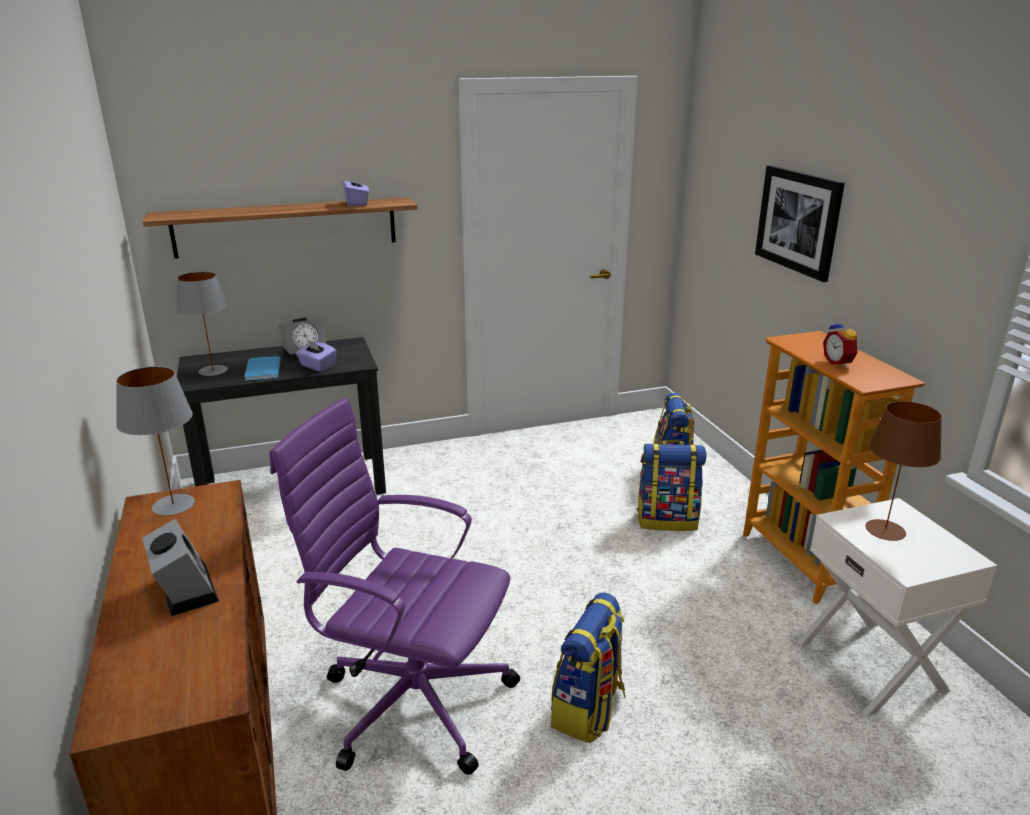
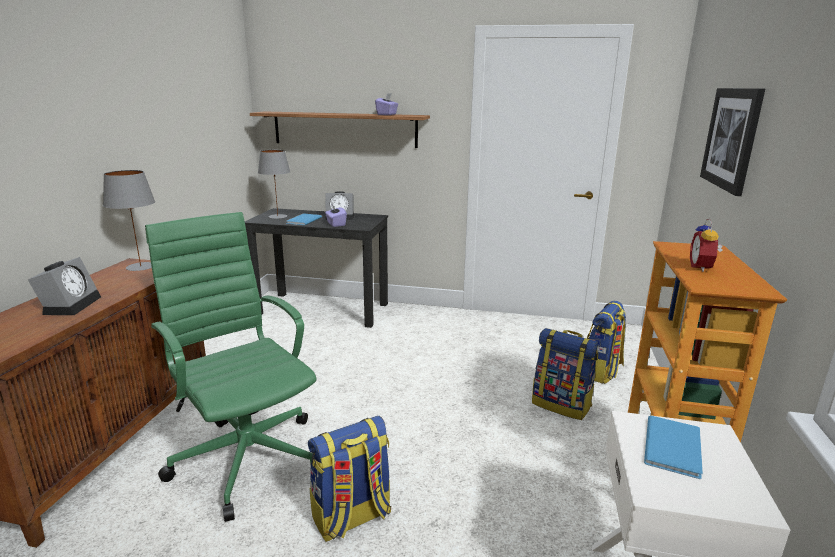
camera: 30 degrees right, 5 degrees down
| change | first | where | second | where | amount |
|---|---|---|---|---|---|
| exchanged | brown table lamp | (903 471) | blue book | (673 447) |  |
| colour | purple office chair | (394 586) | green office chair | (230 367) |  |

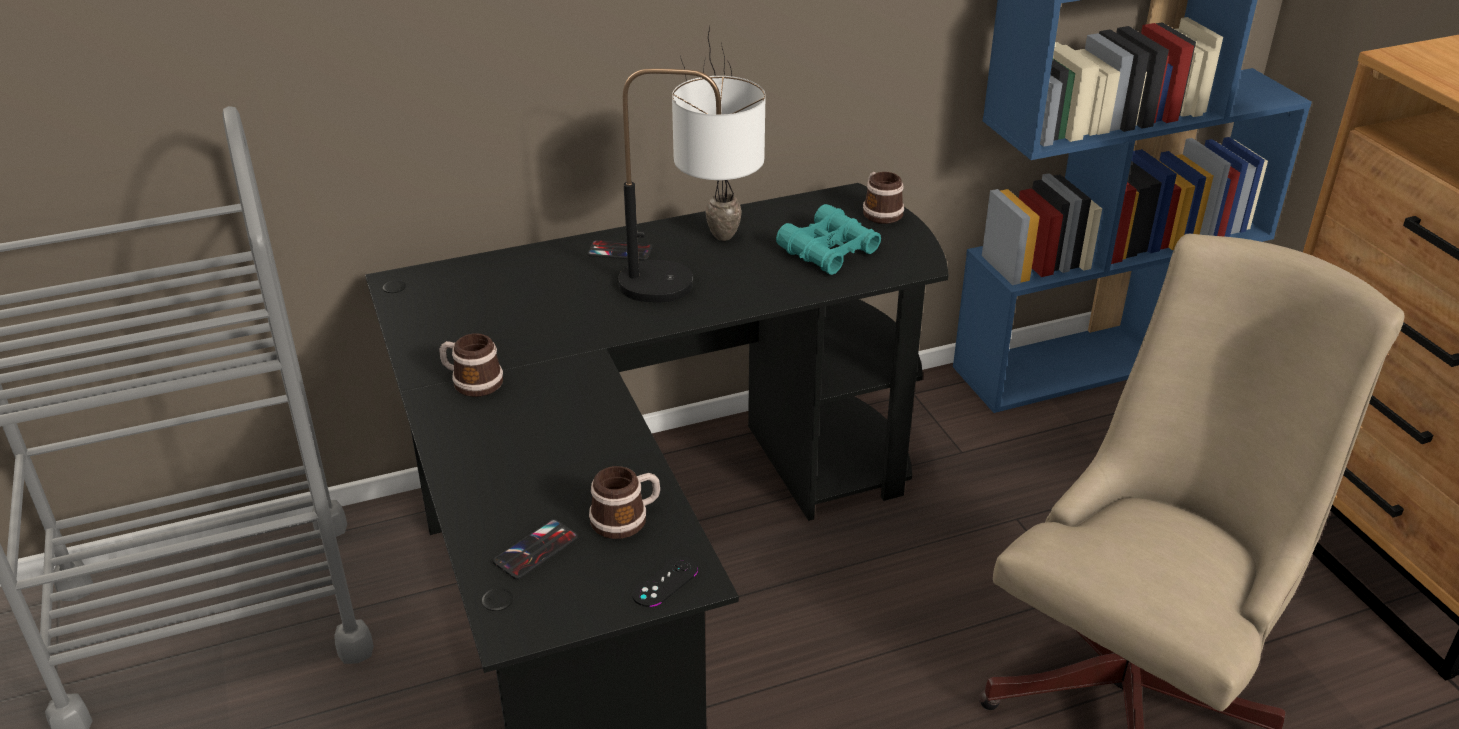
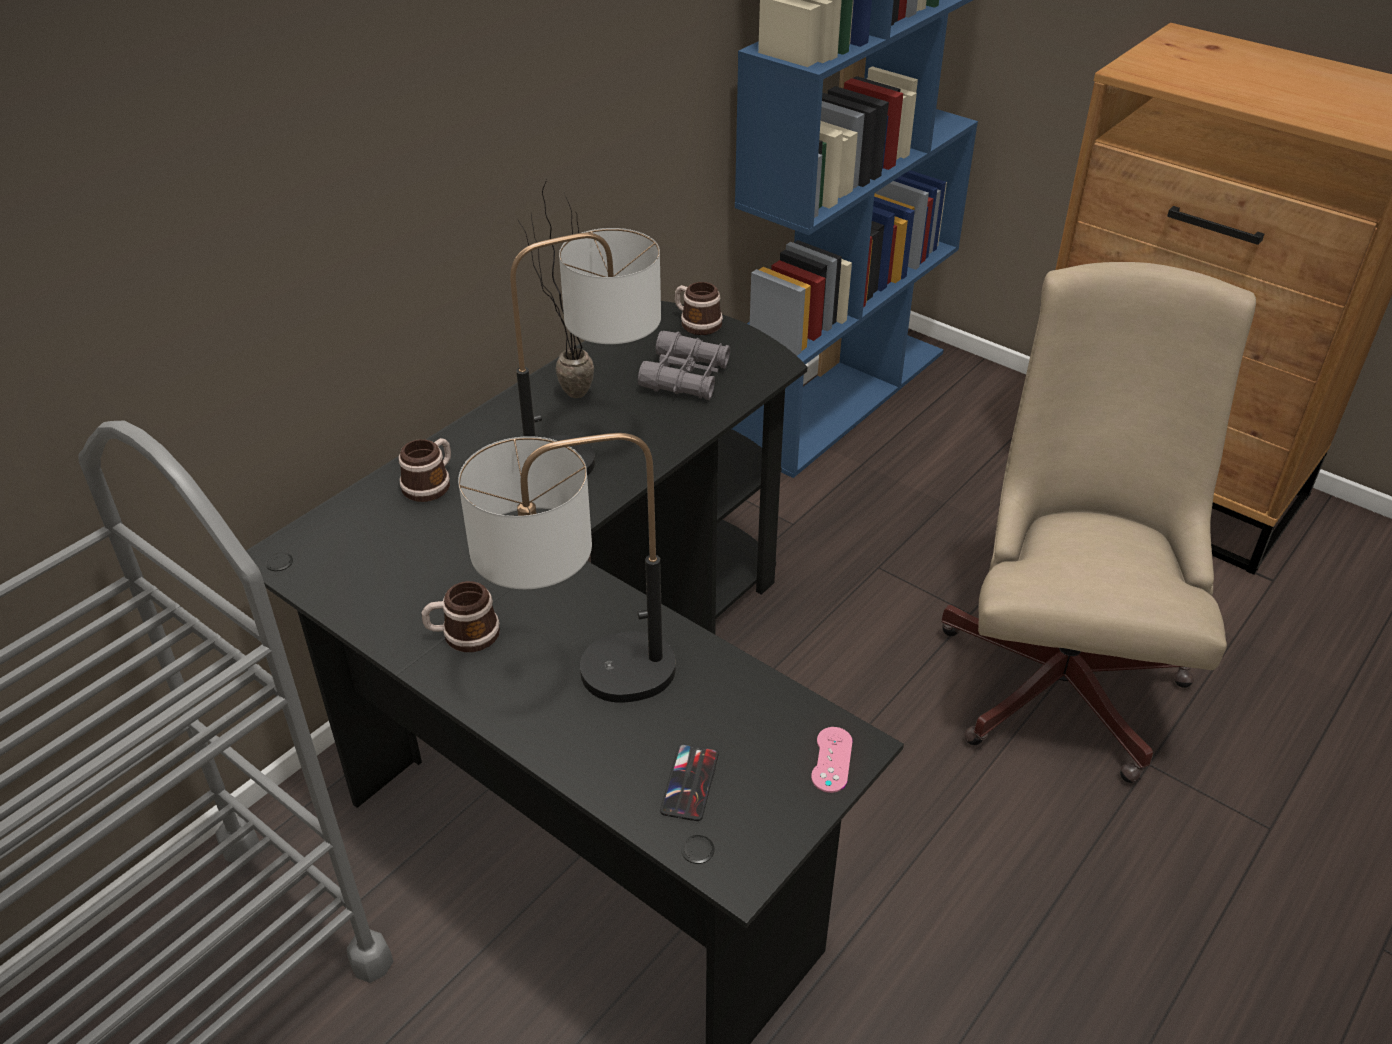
camera: 30 degrees left, 5 degrees up
| change | first | where | second | where | amount |
|---|---|---|---|---|---|
| missing | phone | (620 250) |  |  |  |
| appeared |  |  | table lamp | (567 568) |  |
| relocated | mug | (624 502) |  | (425 470) |  |
| colour | black game controller | (665 581) | pink game controller | (832 760) |  |
| colour | turquoise binoculars | (828 239) | grey binoculars | (684 365) |  |

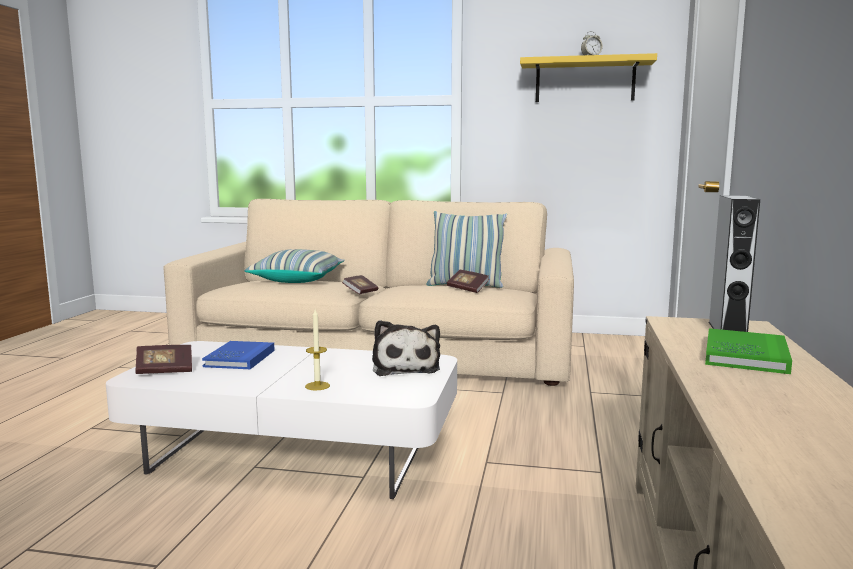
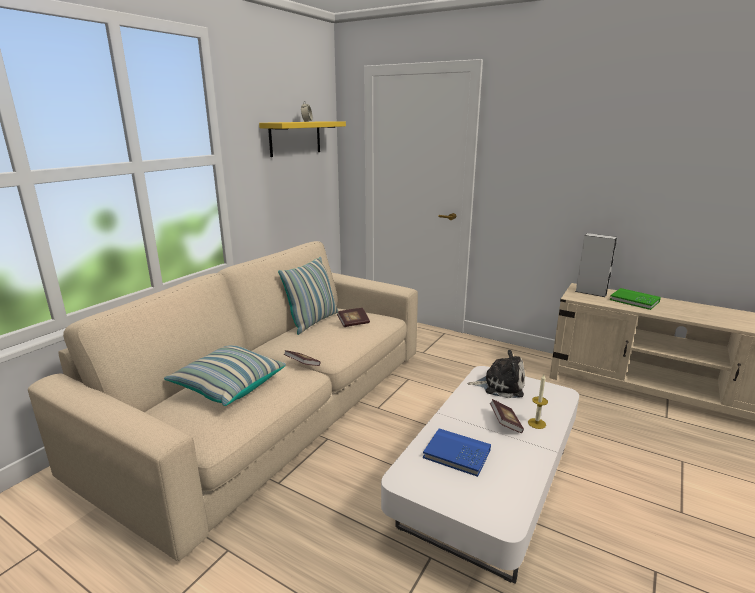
camera: 70 degrees left, 10 degrees up
| change | first | where | second | where | amount |
|---|---|---|---|---|---|
| relocated | book | (163 359) |  | (507 416) |  |

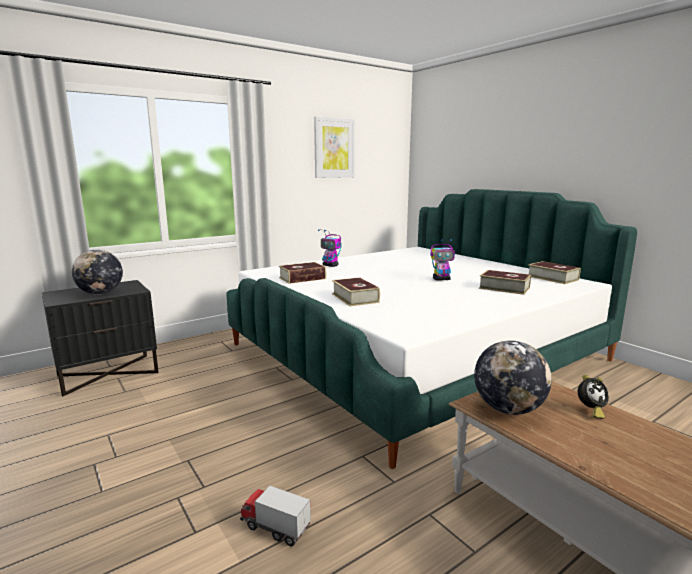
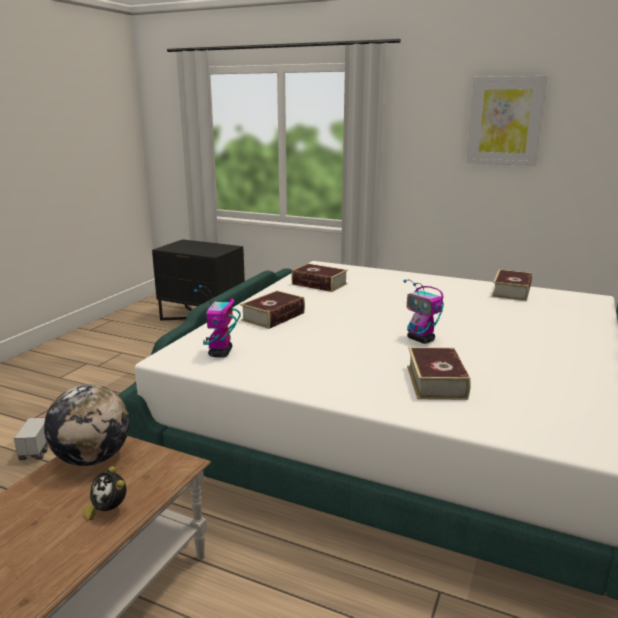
camera: 60 degrees right, 5 degrees up
| change | first | where | second | where | amount |
|---|---|---|---|---|---|
| missing | globe | (97 272) |  |  |  |
| relocated | toy robot | (330 248) |  | (217 321) |  |
| relocated | book | (554 272) |  | (512 285) |  |

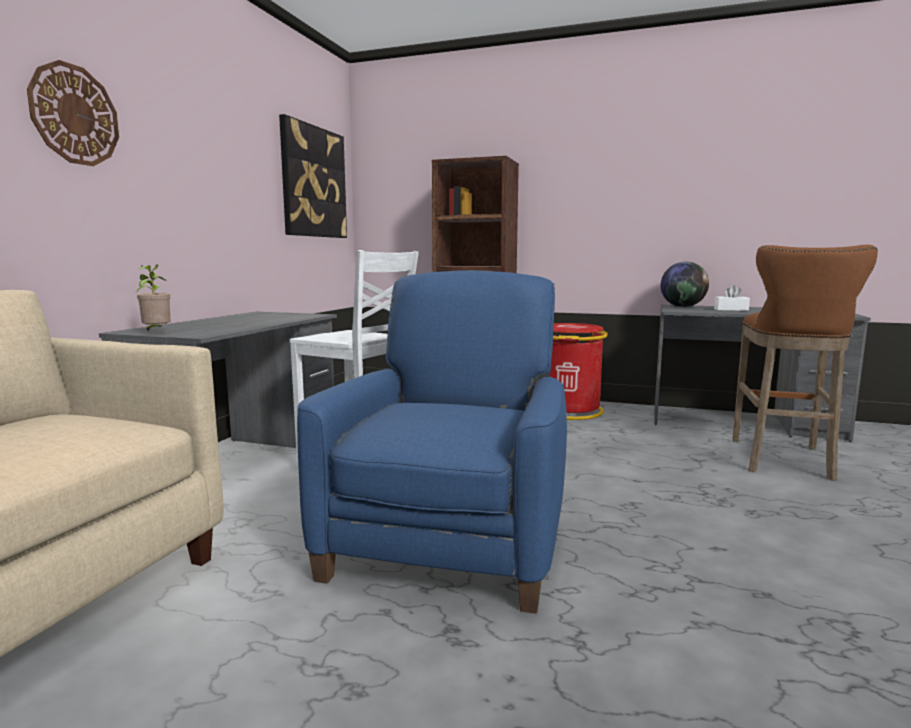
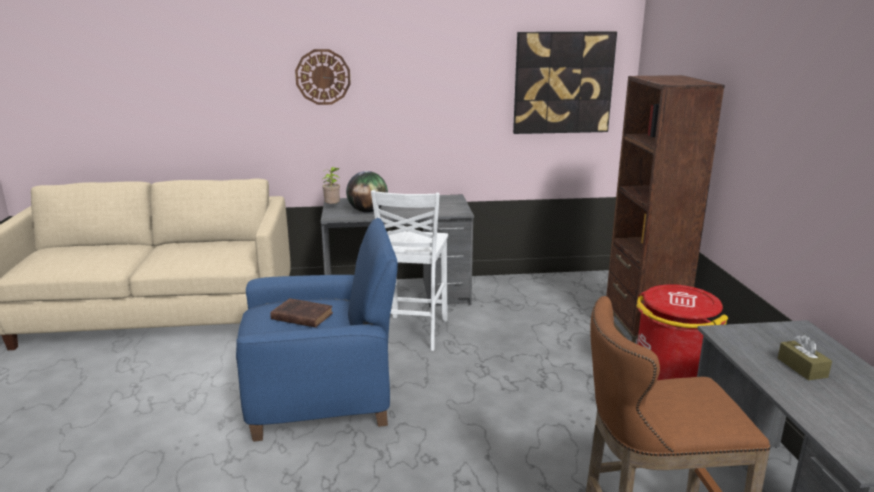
camera: 65 degrees right, 10 degrees up
| change | first | where | second | where | amount |
|---|---|---|---|---|---|
| appeared |  |  | brown book | (301 313) |  |
| relocated | globe | (685 284) |  | (367 191) |  |
| colour | white tissue box | (732 298) | brown tissue box | (805 357) |  |

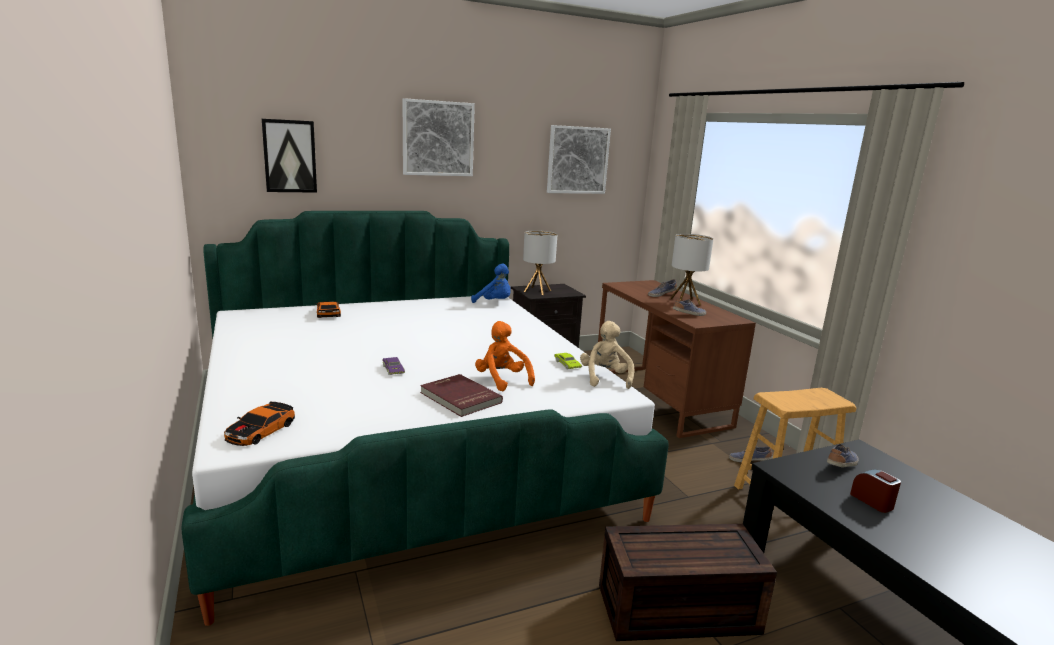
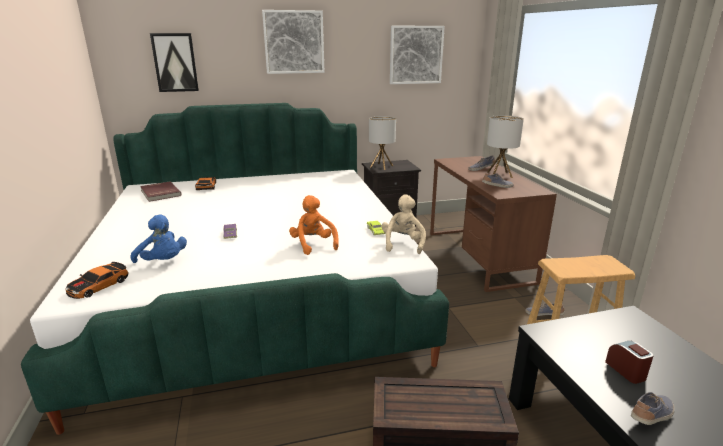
camera: 10 degrees right, 5 degrees up
| change | first | where | second | where | amount |
|---|---|---|---|---|---|
| relocated | red book | (461 395) |  | (160 191) |  |
| relocated | blue plush toy | (491 283) |  | (159 238) |  |
| relocated | shoe | (842 456) |  | (653 408) |  |

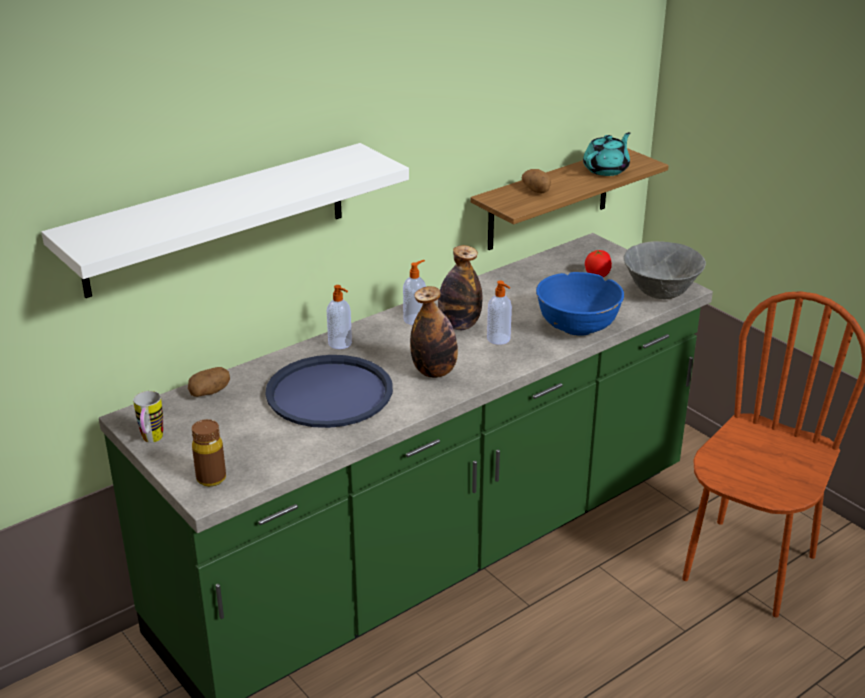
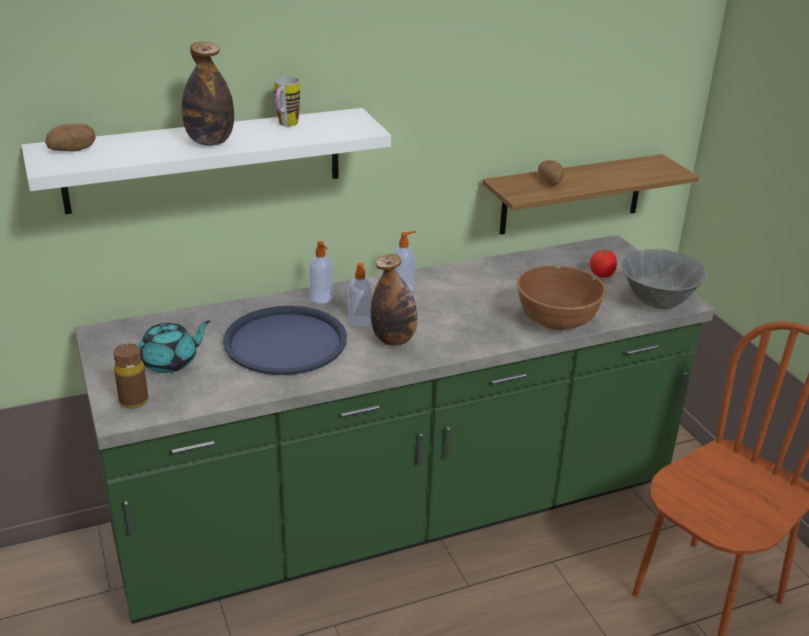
camera: 15 degrees right, 0 degrees up
| change | first | where | second | where | amount |
|---|---|---|---|---|---|
| relocated | mug | (148 417) |  | (287 102) |  |
| relocated | potato | (209 382) |  | (70 137) |  |
| relocated | bottle | (460 287) |  | (208 94) |  |
| relocated | soap dispenser | (499 313) |  | (360 295) |  |
| relocated | turquoise teapot | (606 154) |  | (173 346) |  |
| colour | blue bowl | (580 304) | brown bowl | (561 297) |  |

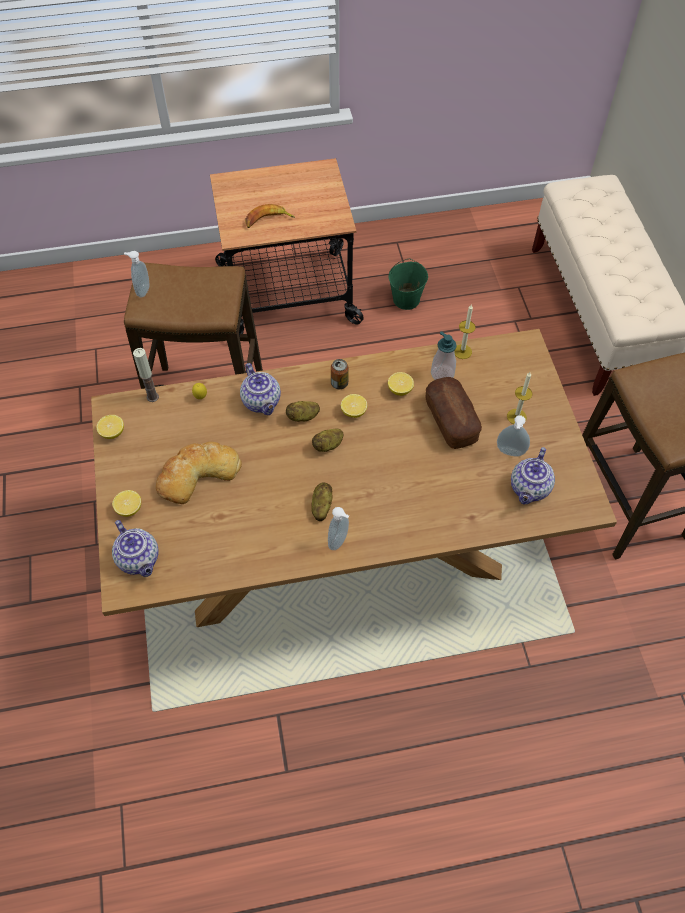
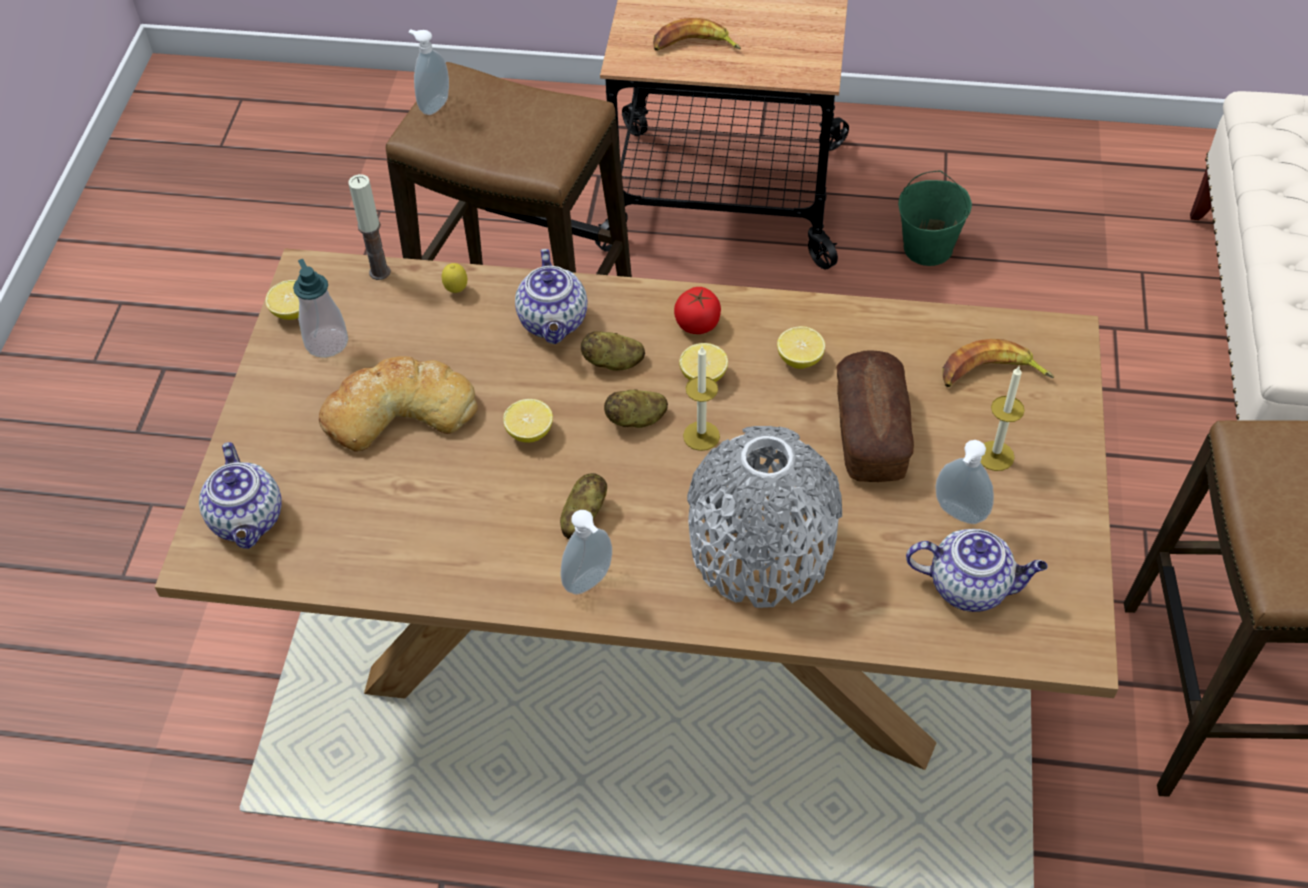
camera: 20 degrees right, 5 degrees down
| change | first | where | second | where | amount |
|---|---|---|---|---|---|
| appeared |  |  | grey vase | (764 517) |  |
| appeared |  |  | banana | (998 363) |  |
| relocated | lemon | (126 503) |  | (528 421) |  |
| relocated | soap dispenser | (444 355) |  | (320 308) |  |
| relocated | candle | (465 332) |  | (701 398) |  |
| exchanged | can | (340 374) | tomato | (697 310) |  |
| spun | teapot | (533 475) |  | (977 570) | 120 degrees counterclockwise |

